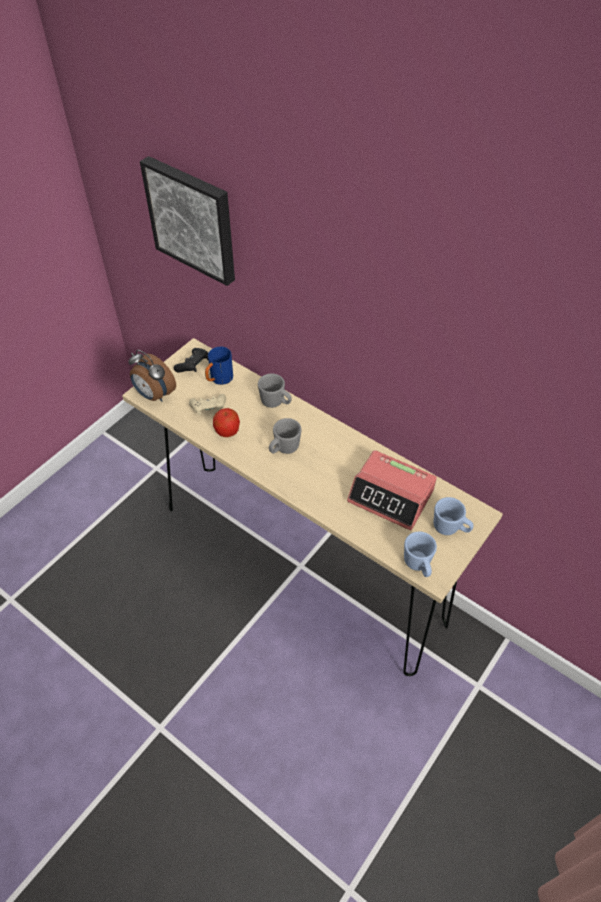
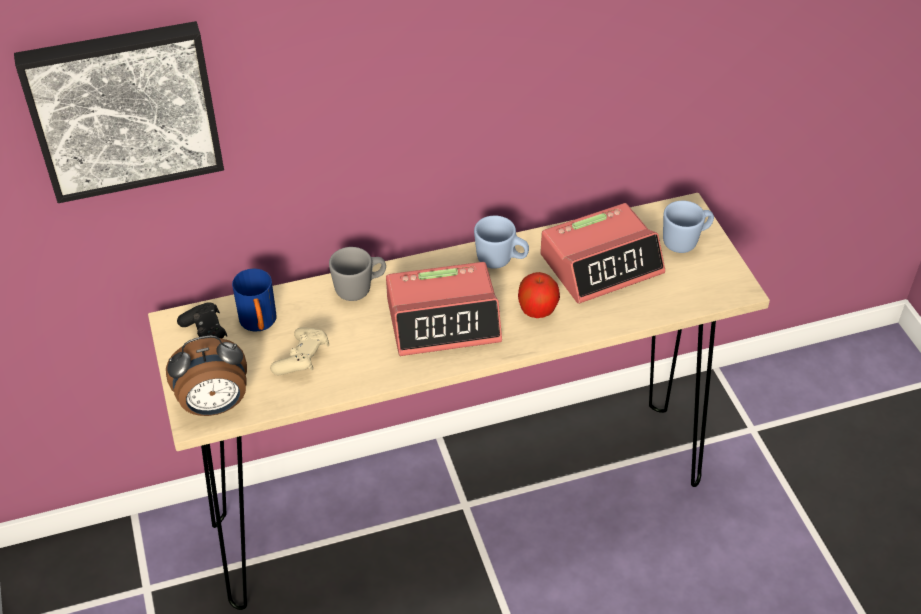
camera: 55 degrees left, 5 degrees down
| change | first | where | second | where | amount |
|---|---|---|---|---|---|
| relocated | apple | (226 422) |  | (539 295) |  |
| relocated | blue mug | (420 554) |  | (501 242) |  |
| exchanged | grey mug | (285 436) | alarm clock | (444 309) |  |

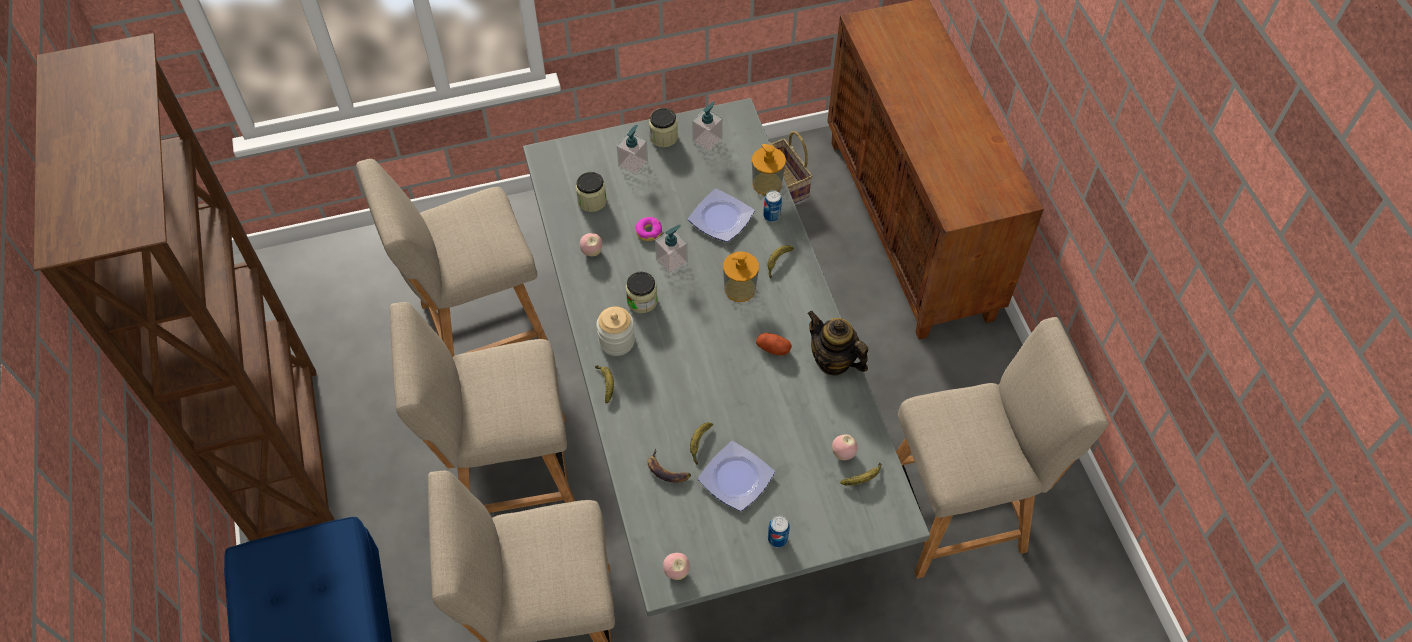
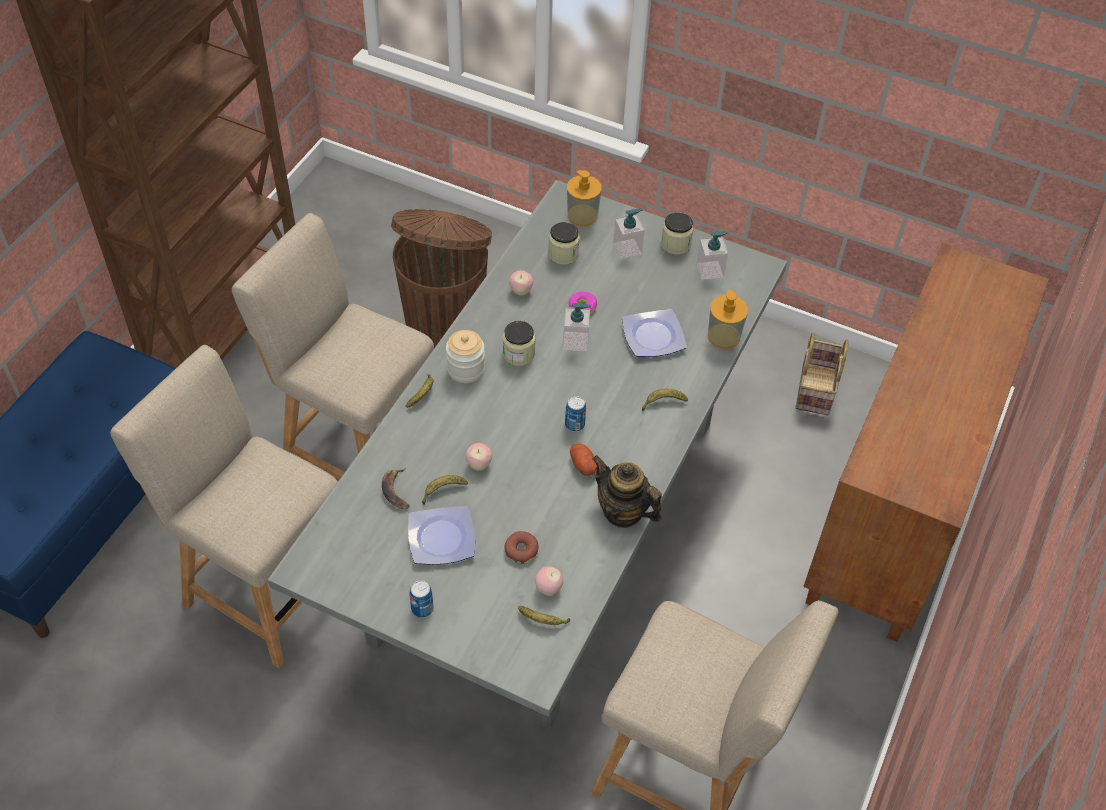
camera: 40 degrees right, 5 degrees down
| change | first | where | second | where | amount |
|---|---|---|---|---|---|
| appeared |  |  | donut | (521 547) |  |
| relocated | apple | (676 566) |  | (478 457) |  |
| relocated | soap dispenser | (741 277) |  | (584 198) |  |
| relocated | can | (772 206) |  | (575 414) |  |
| exchanged | beige chair | (452 258) | brown trash can | (441 278) |  |
| spun | teapot | (837 343) |  | (627 491) | 45 degrees counterclockwise |

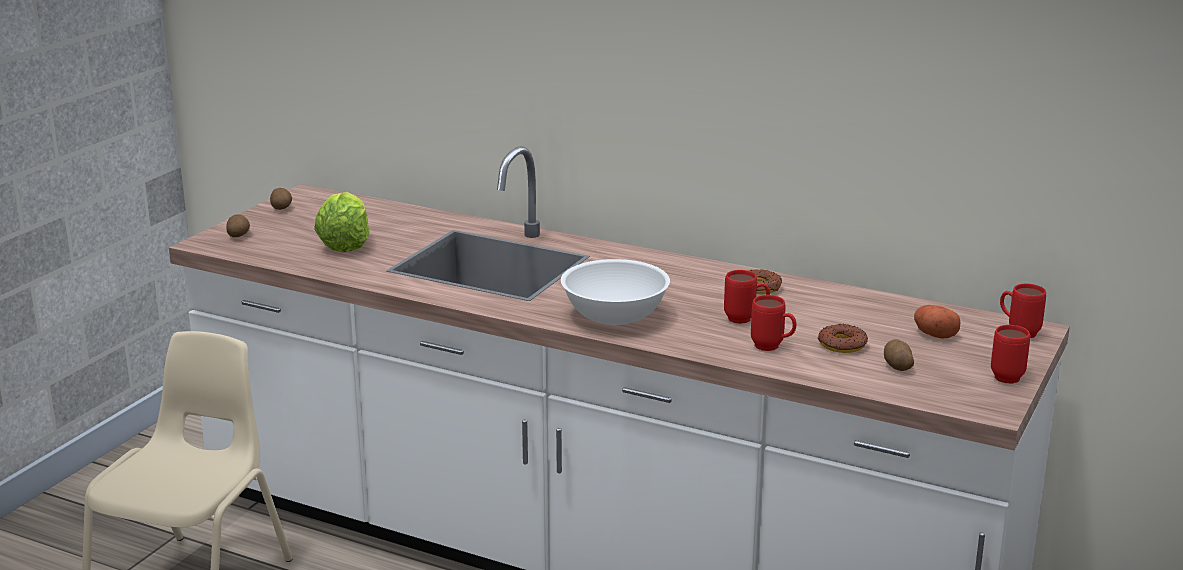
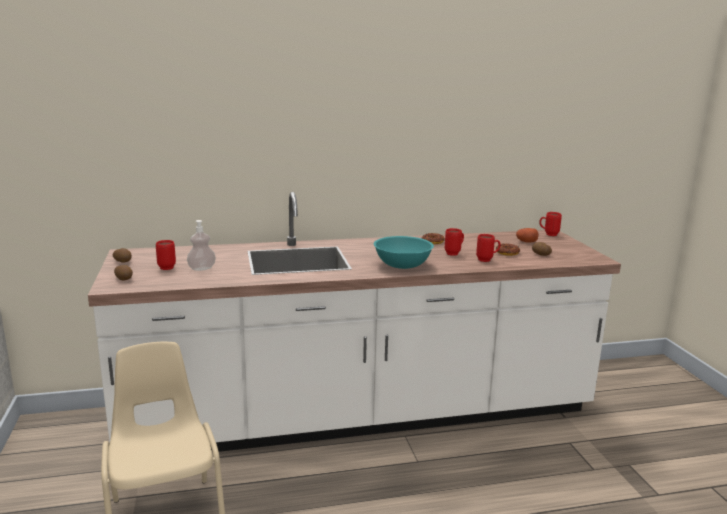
camera: 40 degrees left, 5 degrees down
| change | first | where | second | where | amount |
|---|---|---|---|---|---|
| relocated | red mug | (1010 354) |  | (166 255) |  |
| exchanged | lettuce | (342 222) | soap dispenser | (201 245) |  |
| colour | white bowl | (615 292) | turquoise bowl | (404 252) |  |

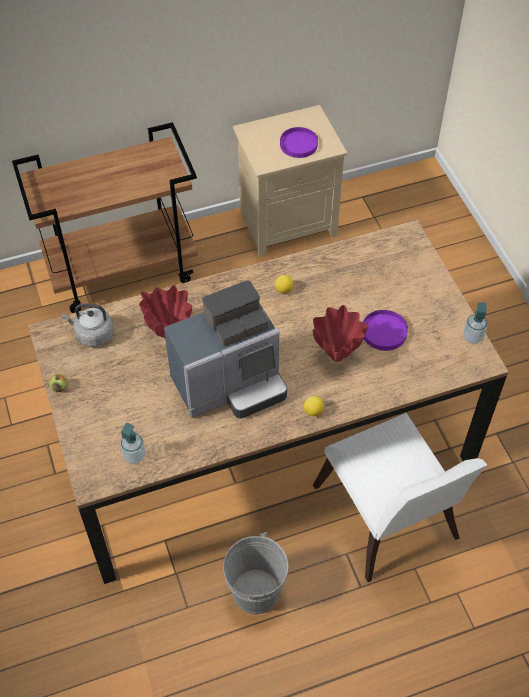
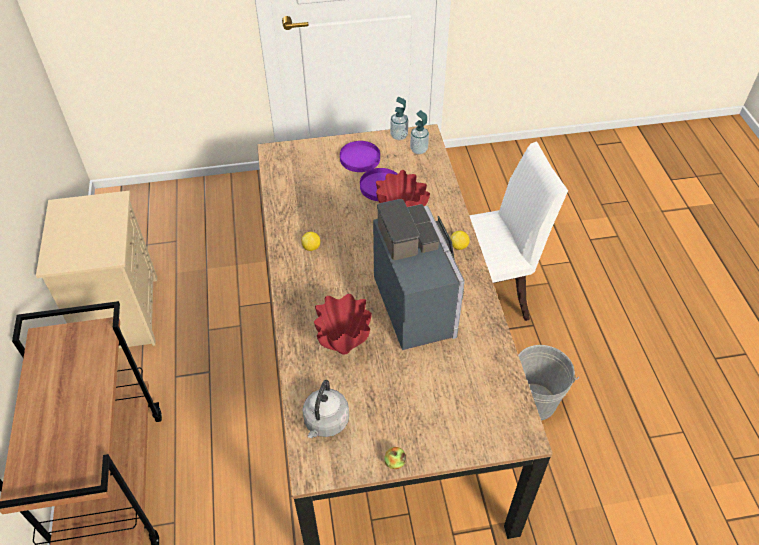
camera: 80 degrees left, 5 degrees down
| change | first | where | second | where | amount |
|---|---|---|---|---|---|
| relocated | soap dispenser | (133 443) |  | (419 132) |  |
| relocated | purple plate | (299 142) |  | (360 156) |  |

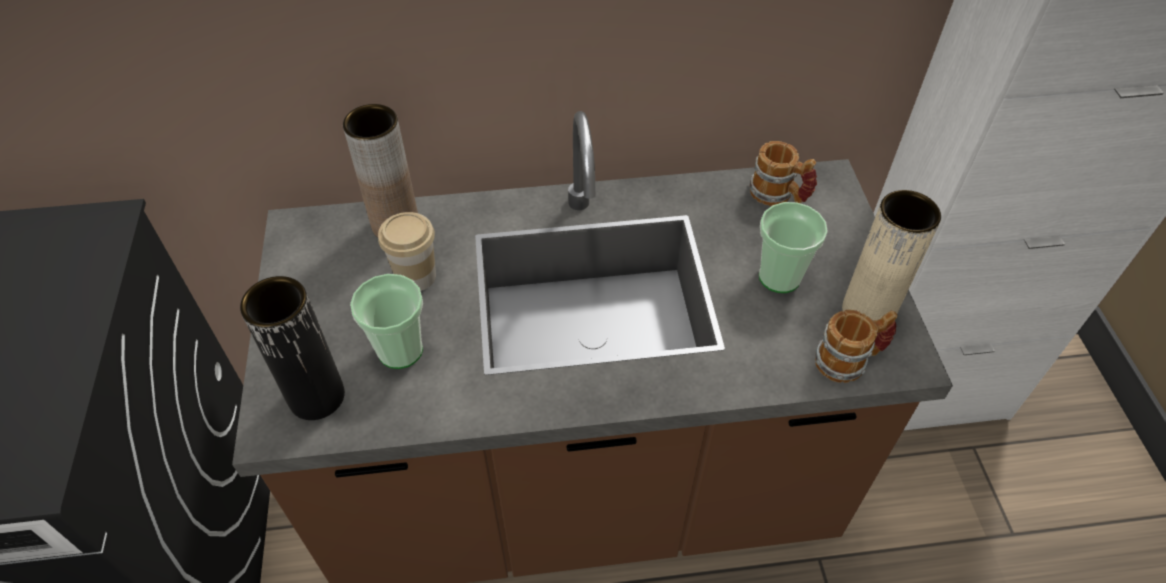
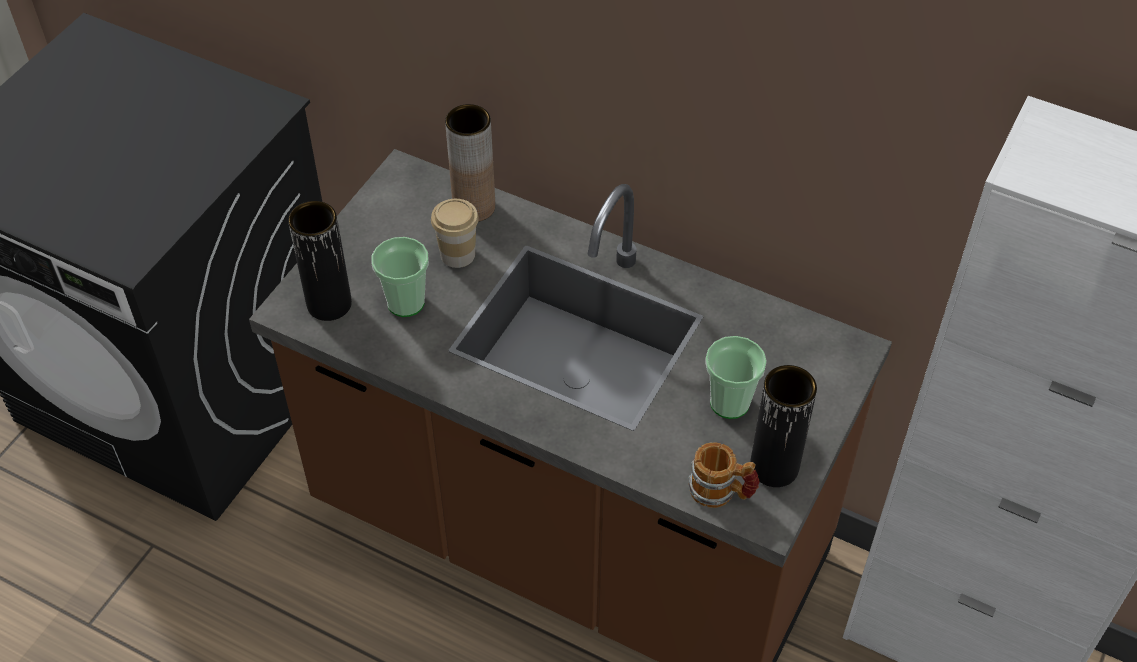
camera: 35 degrees right, 0 degrees up
| change | first | where | second | where | amount |
|---|---|---|---|---|---|
| missing | mug | (783 173) |  |  |  |
| colour | beige vase | (891 255) | black vase | (783 426) |  |

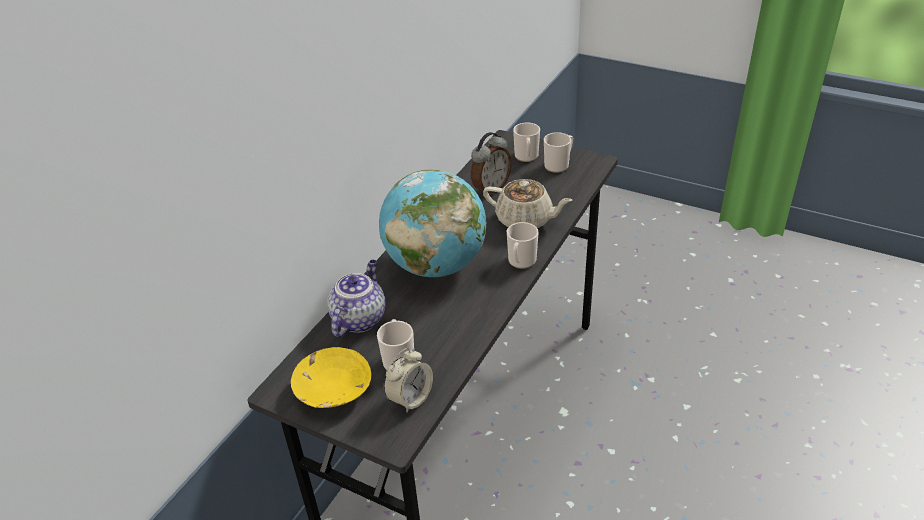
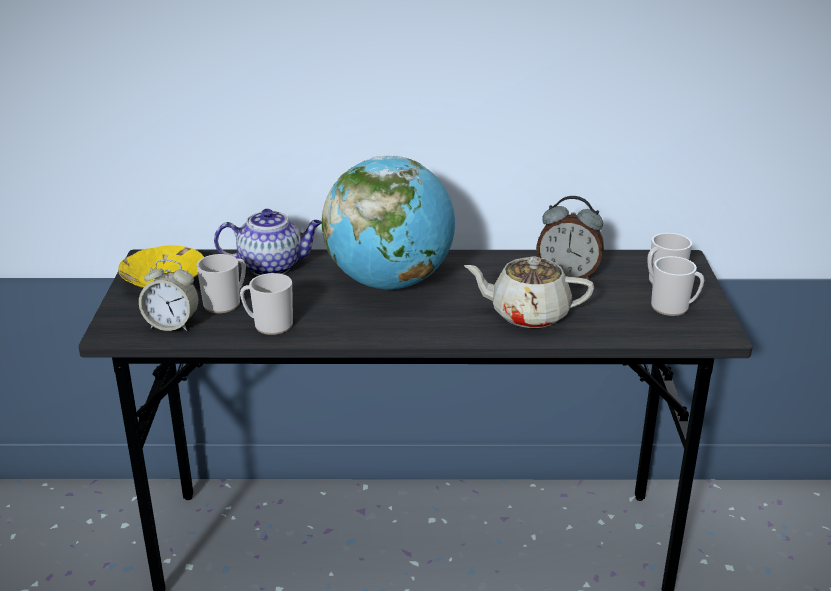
camera: 60 degrees right, 10 degrees down
| change | first | where | second | where | amount |
|---|---|---|---|---|---|
| relocated | mug | (522 245) |  | (266 304) |  |
| spun | beige teapot | (527 203) |  | (529 292) | 105 degrees clockwise |

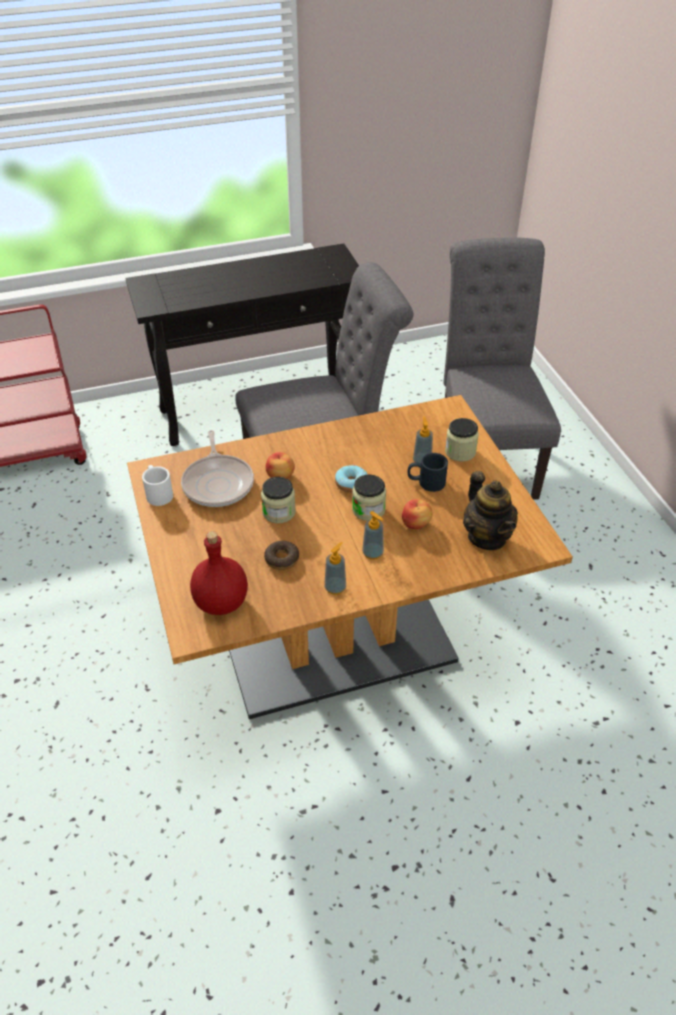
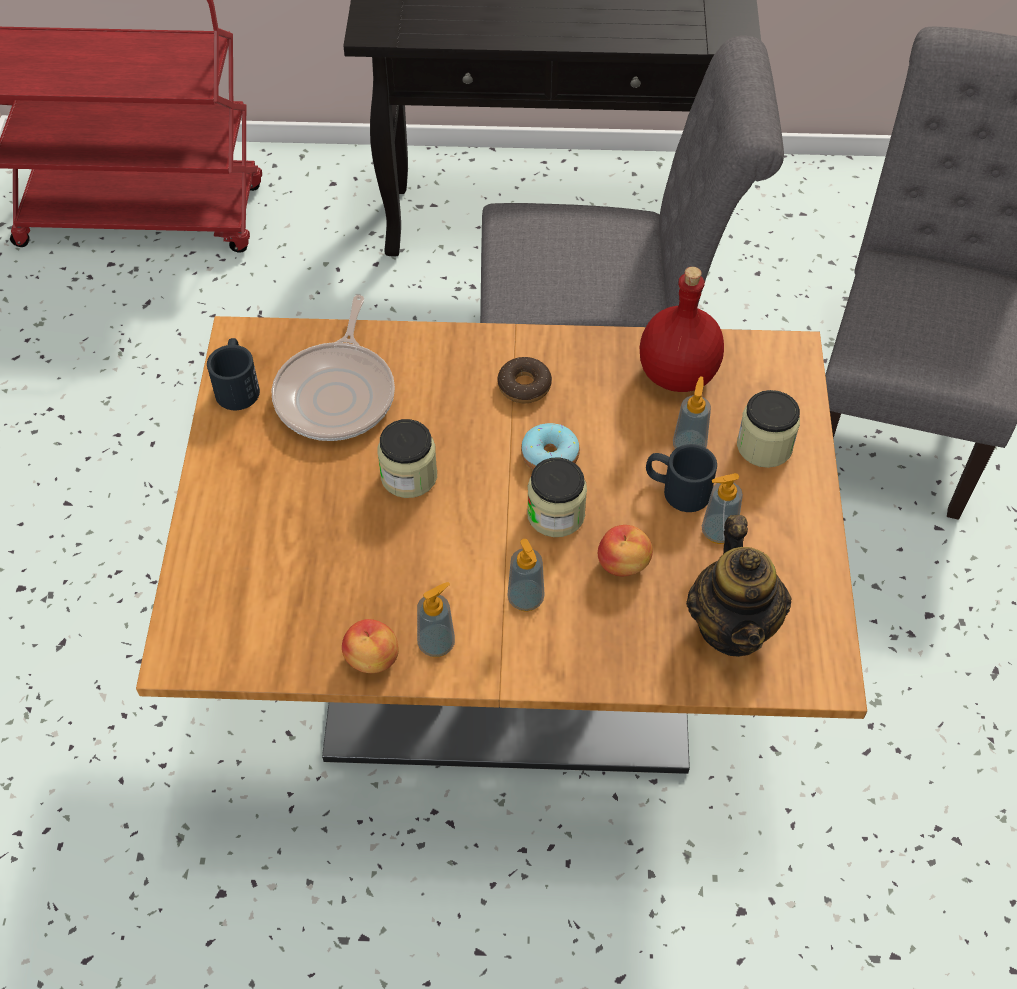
camera: 20 degrees right, 10 degrees up
| change | first | where | second | where | amount |
|---|---|---|---|---|---|
| appeared |  |  | soap dispenser | (722 508) |  |
| relocated | red bottle | (219 573) |  | (682 329) |  |
| relocated | donut | (281 555) |  | (525 380) |  |
| relocated | apple | (280 465) |  | (370 646) |  |
| colour | white mug | (157 485) | black mug | (233 374) |  |

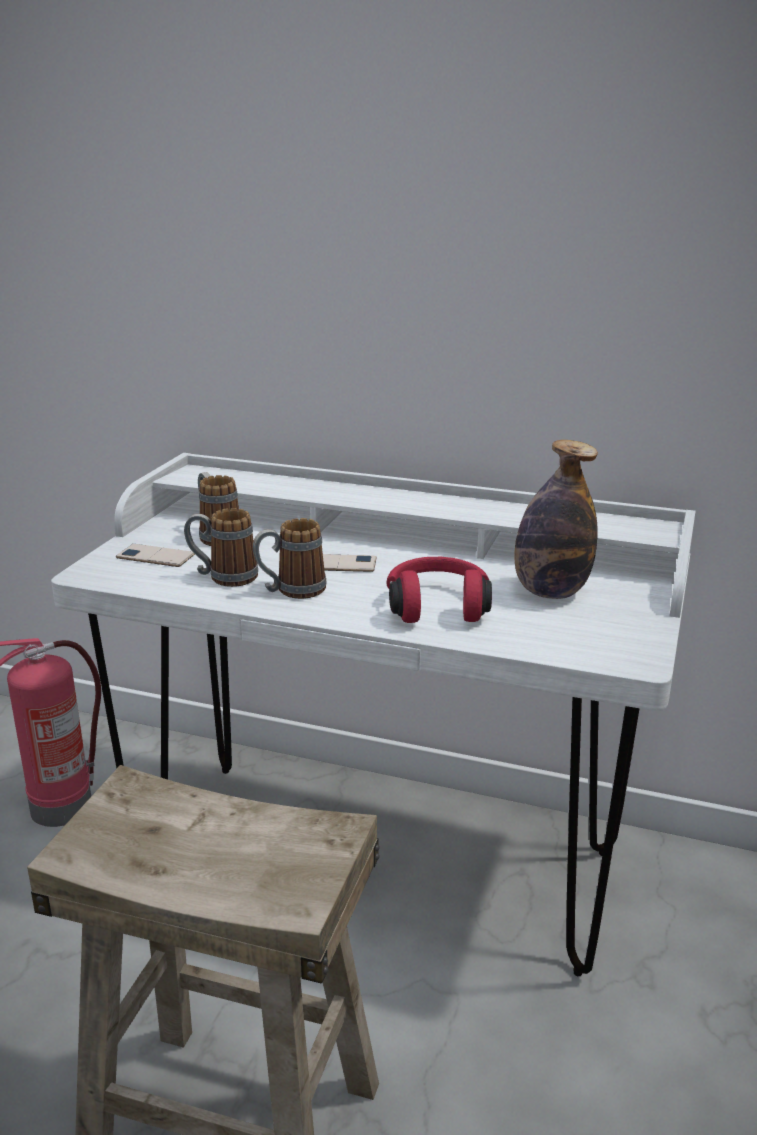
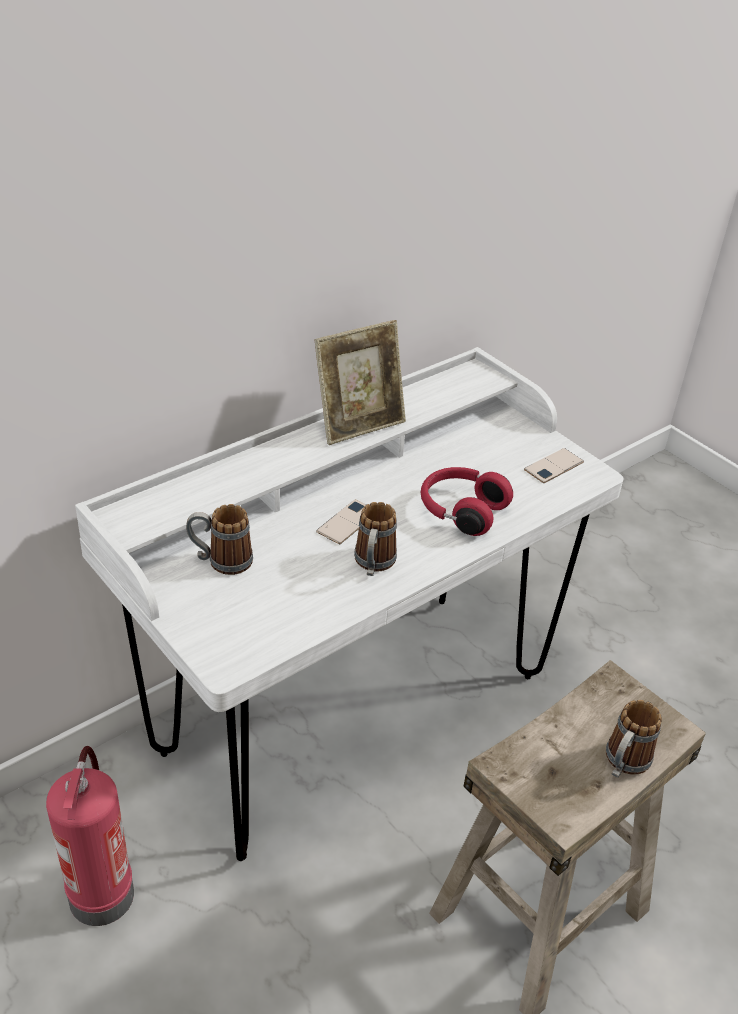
camera: 60 degrees left, 15 degrees up
| change | first | where | second | where | amount |
|---|---|---|---|---|---|
| missing | bottle | (556 519) |  |  |  |
| appeared |  |  | picture frame | (360 382) |  |
| relocated | phone | (155 555) |  | (554 465) |  |
| relocated | mug | (221 547) |  | (634 739) |  |

